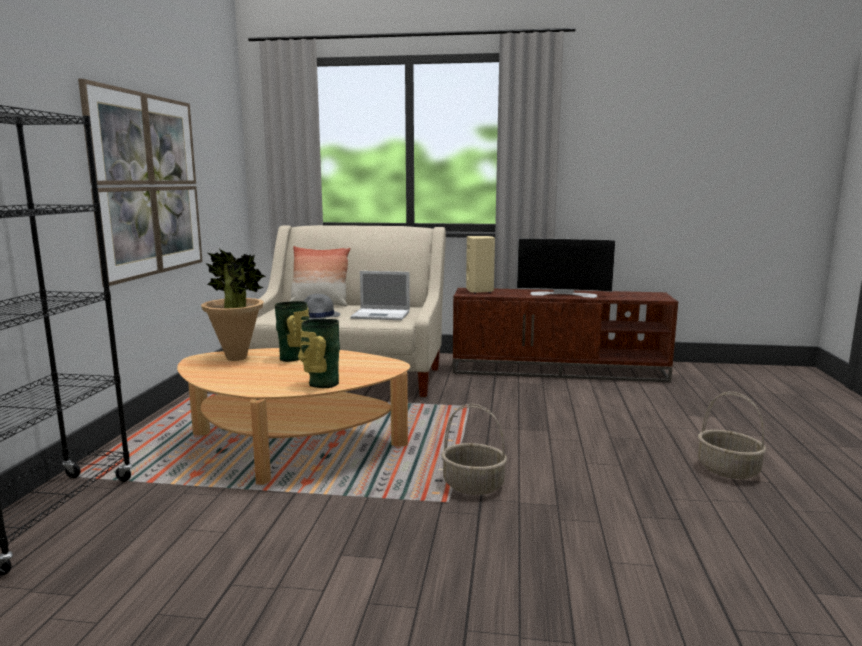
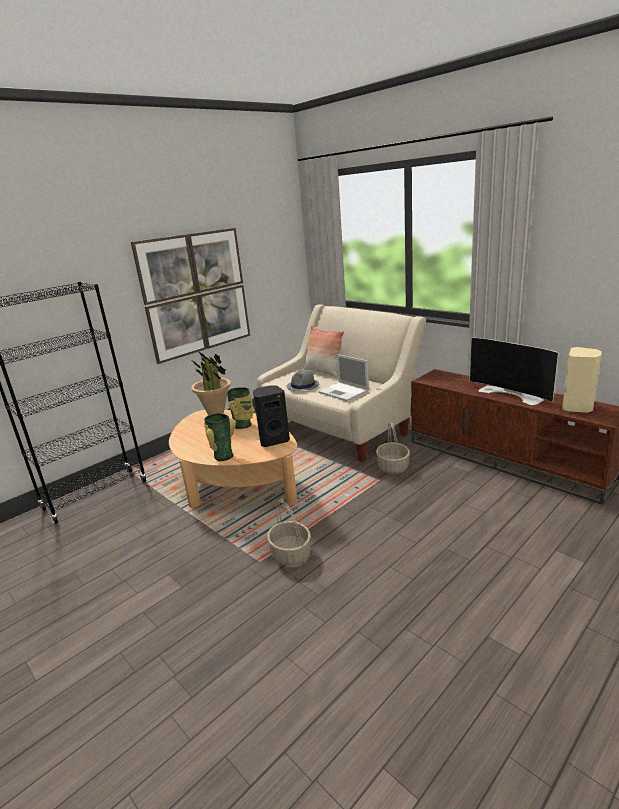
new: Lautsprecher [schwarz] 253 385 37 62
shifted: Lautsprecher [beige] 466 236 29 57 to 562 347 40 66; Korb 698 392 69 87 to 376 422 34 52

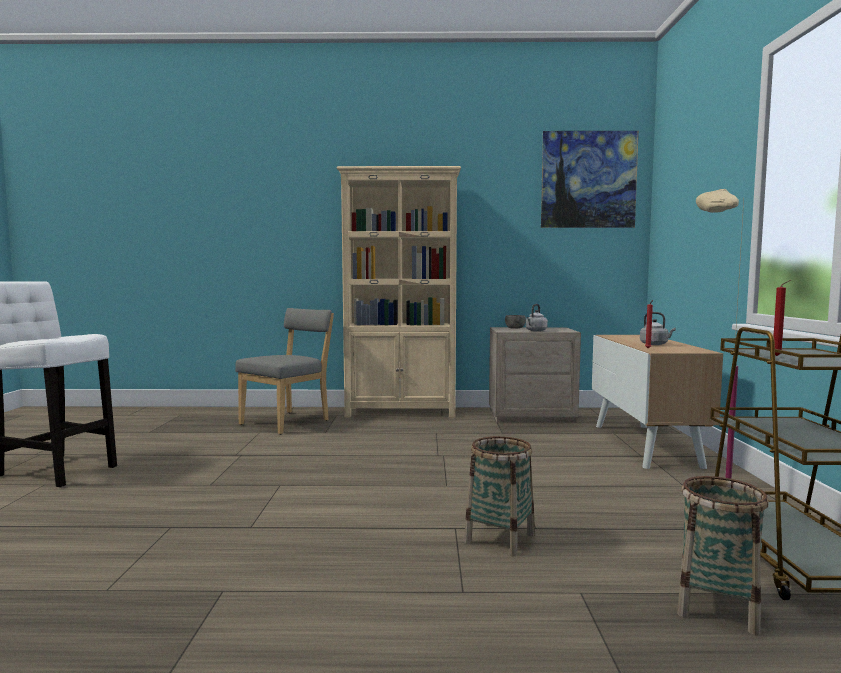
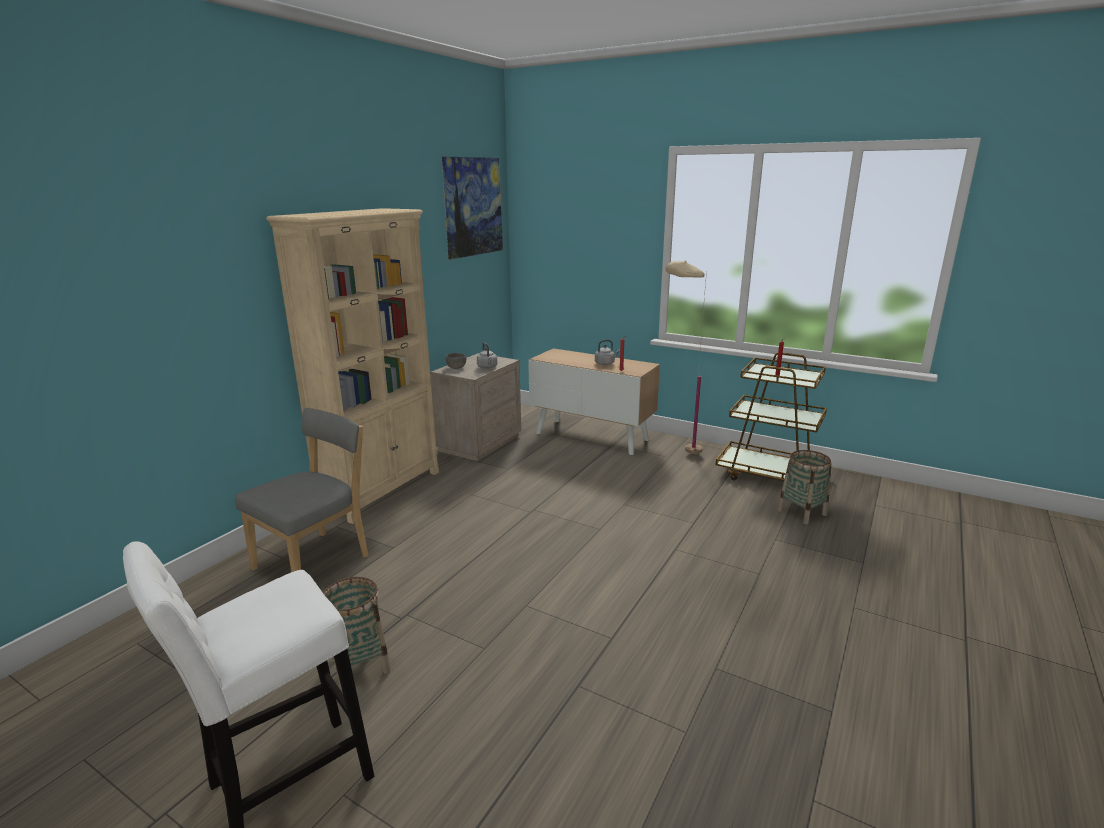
shifted: Korb 464 436 71 121 to 323 577 68 113
rotated: Stuhl [grau] 235 308 99 127 = 235 408 134 164 60 degrees clockwise

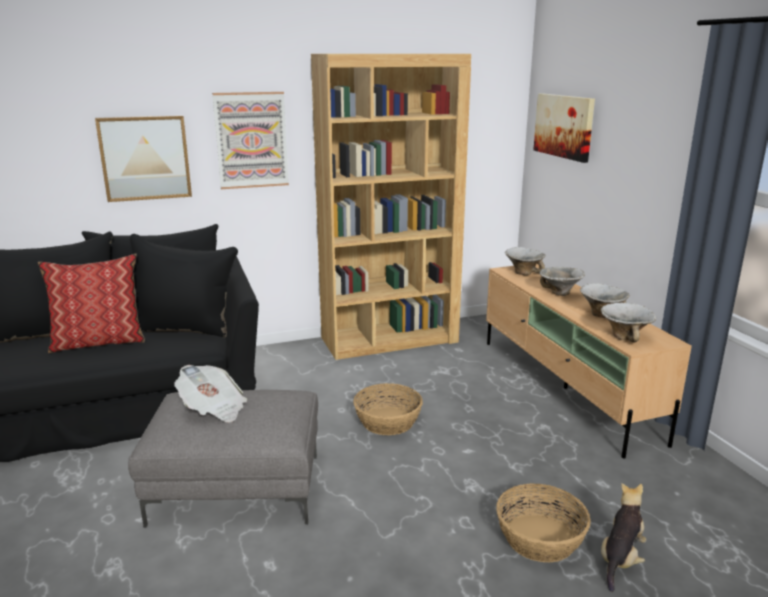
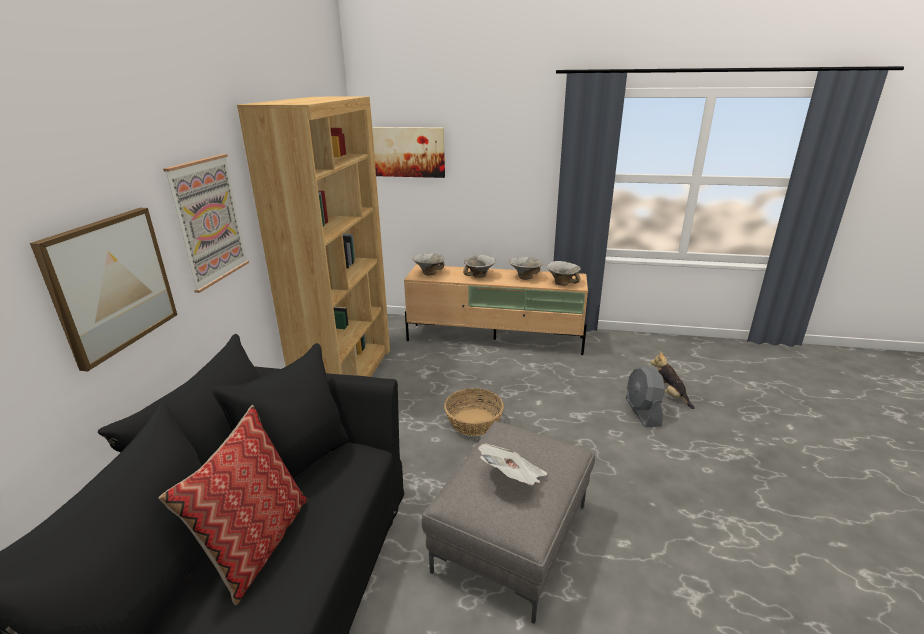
swapped: Korb 496 483 95 80 to Ventilator [grau] 626 366 39 61

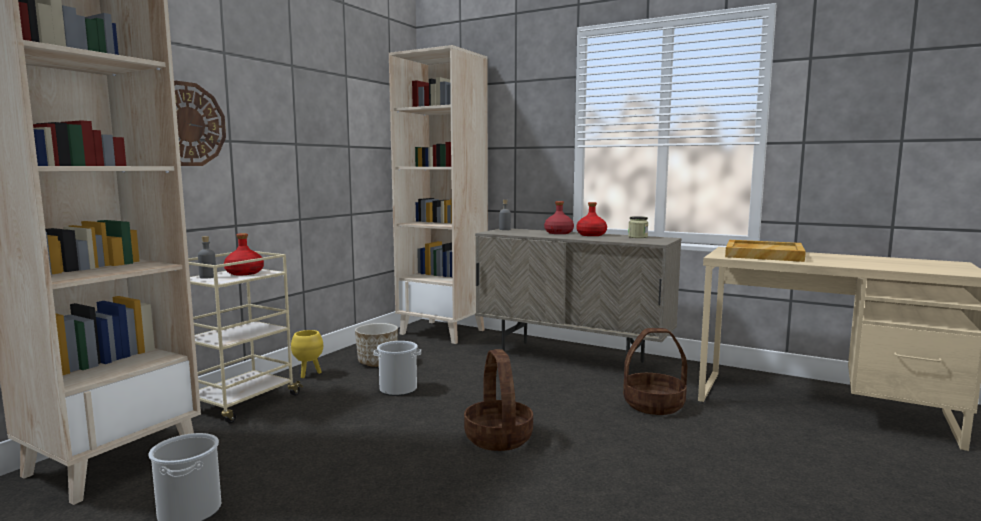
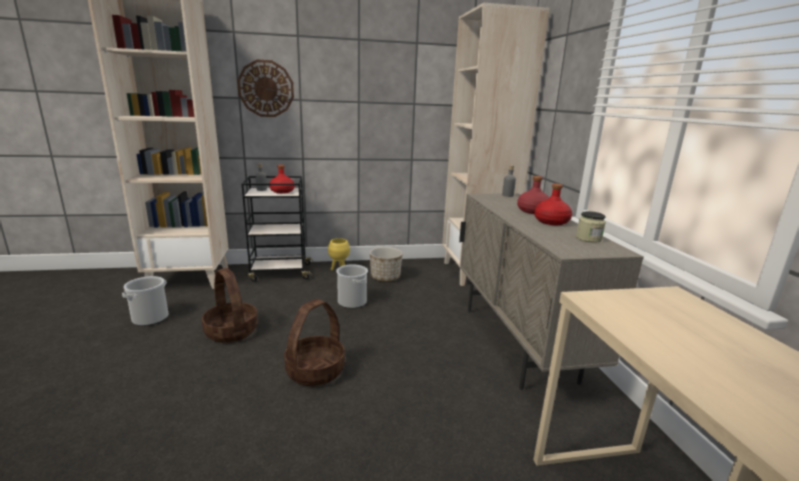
gone: Tablett [beige] 725 240 81 22
shifted: Korb 623 328 65 87 to 202 268 56 75
repainted: Rollwagen [beige] 188 251 115 172 to Rollwagen [schwarz] 242 176 71 105

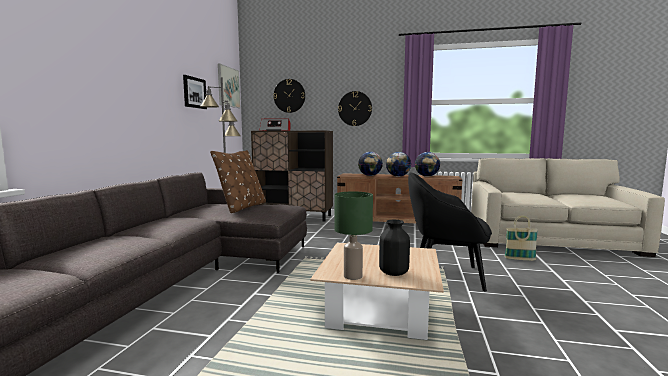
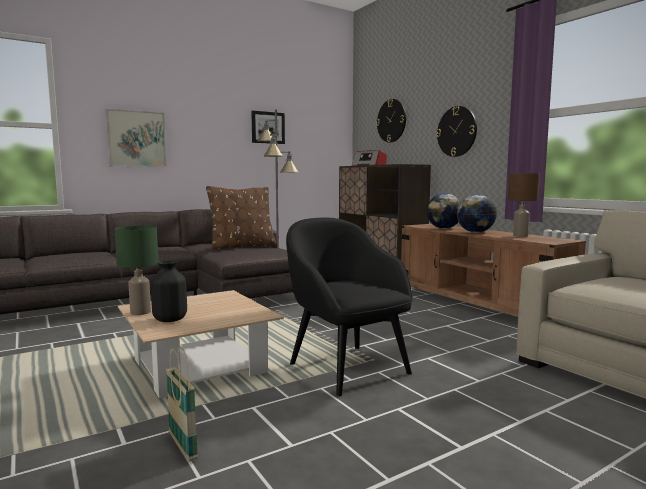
shifted: Bild 218 63 22 45 to 105 109 62 58; Korb 505 215 33 46 to 166 347 32 115
swapped: Globus 415 152 25 25 to Tischlampe [braun] 508 173 32 64

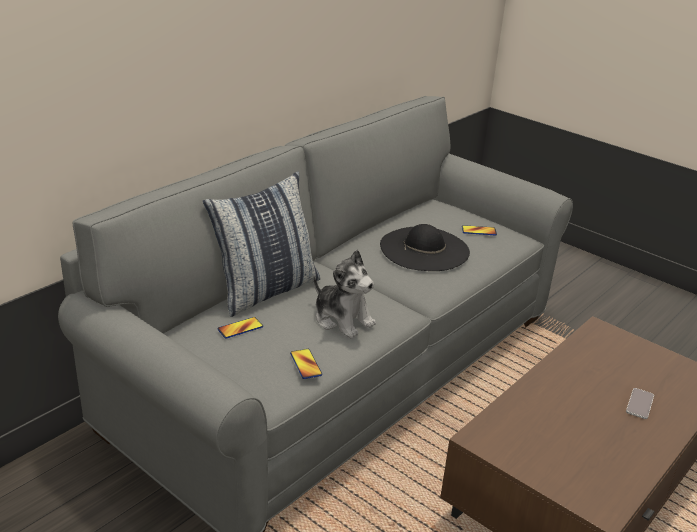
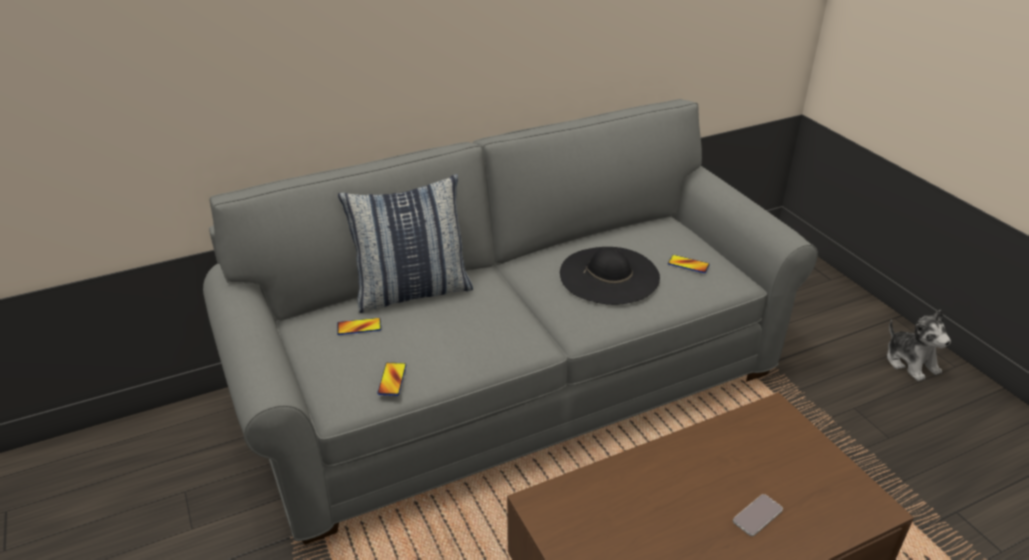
shifted: Plüschtier 313 250 63 88 to 887 310 64 71

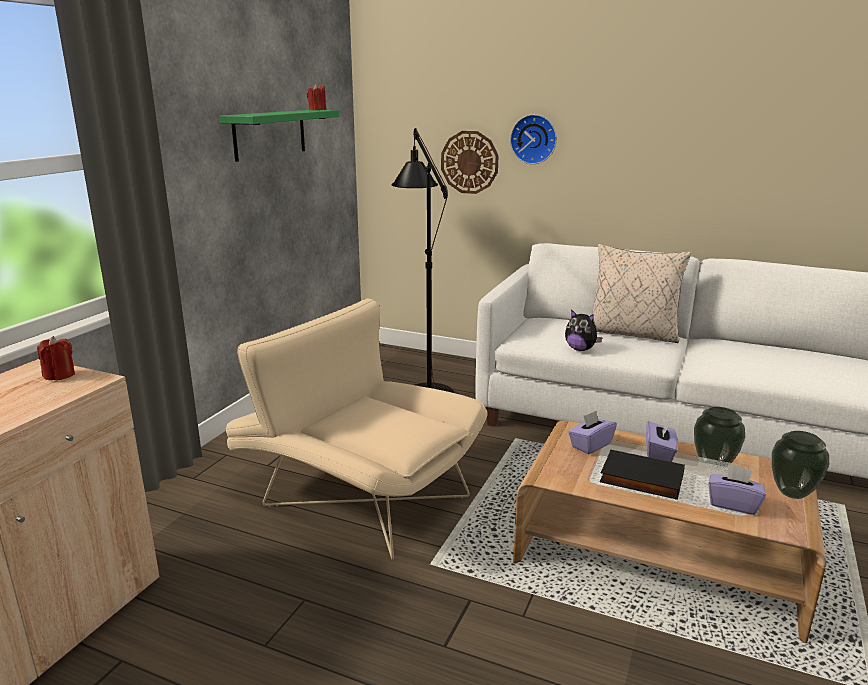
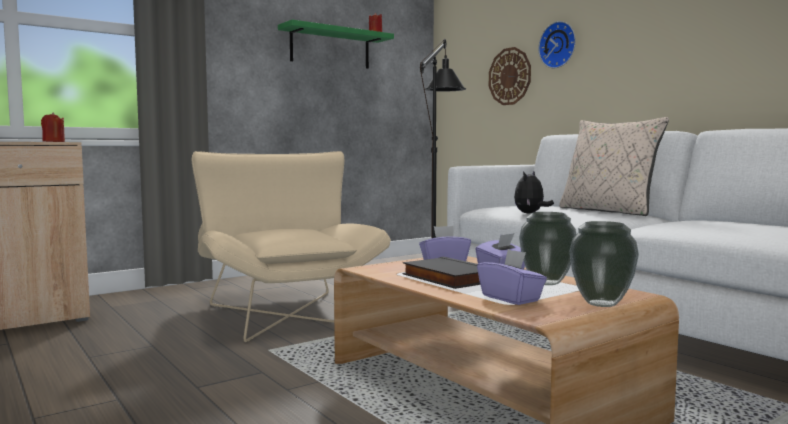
rotated: Plüschtier 565 309 38 42 = 514 172 40 42 60 degrees clockwise

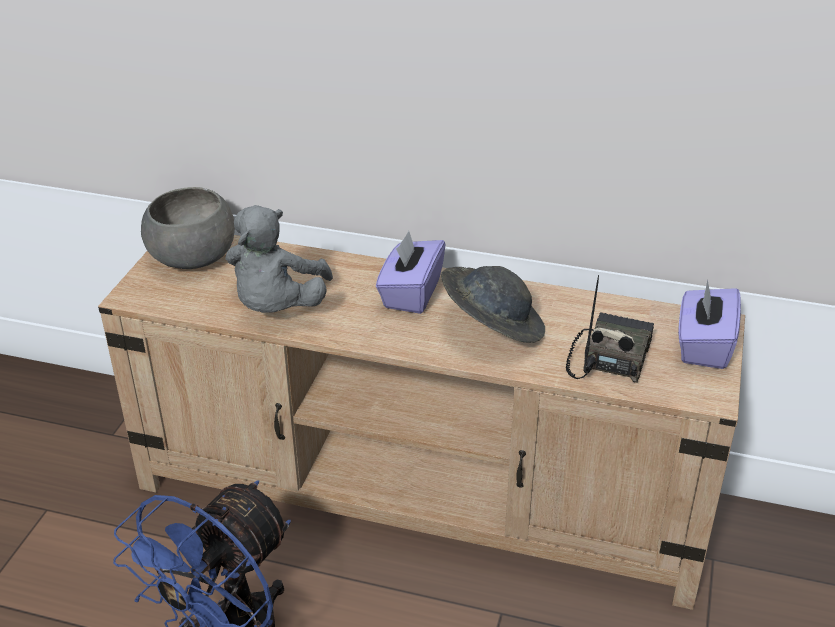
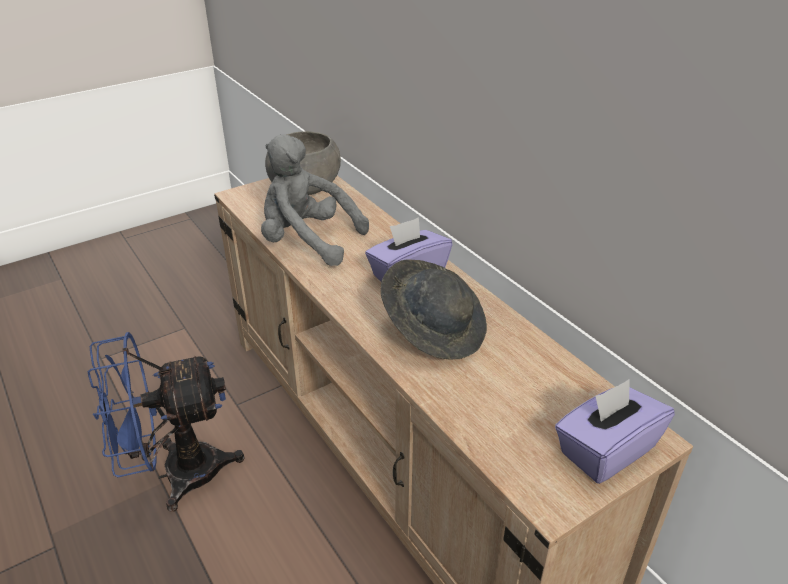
gone: Radio 566 275 88 108
rotated: Plüschtier [grau] 225 205 108 108 = 261 135 108 131 60 degrees clockwise

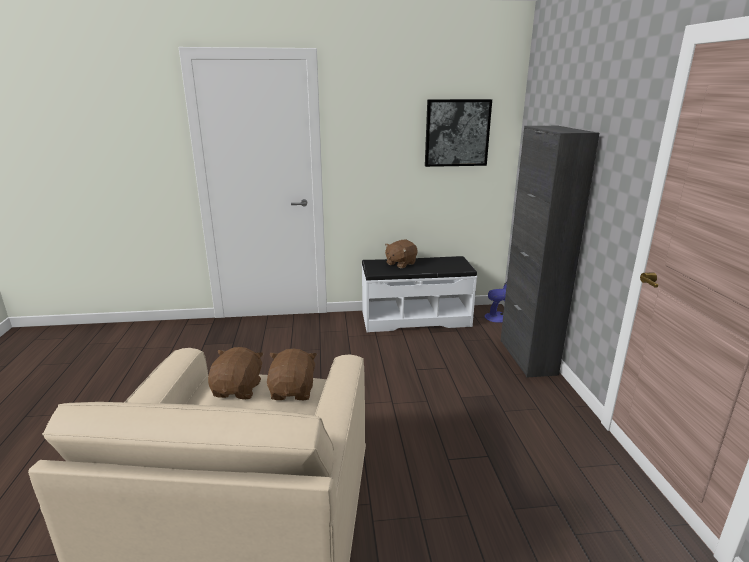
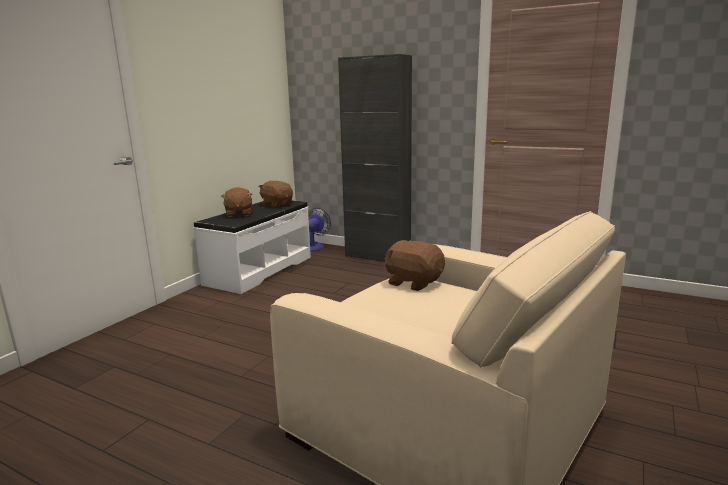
gone: Bild 425 99 67 68
shifted: Plüschtier [braun] 208 347 55 52 to 258 181 35 26

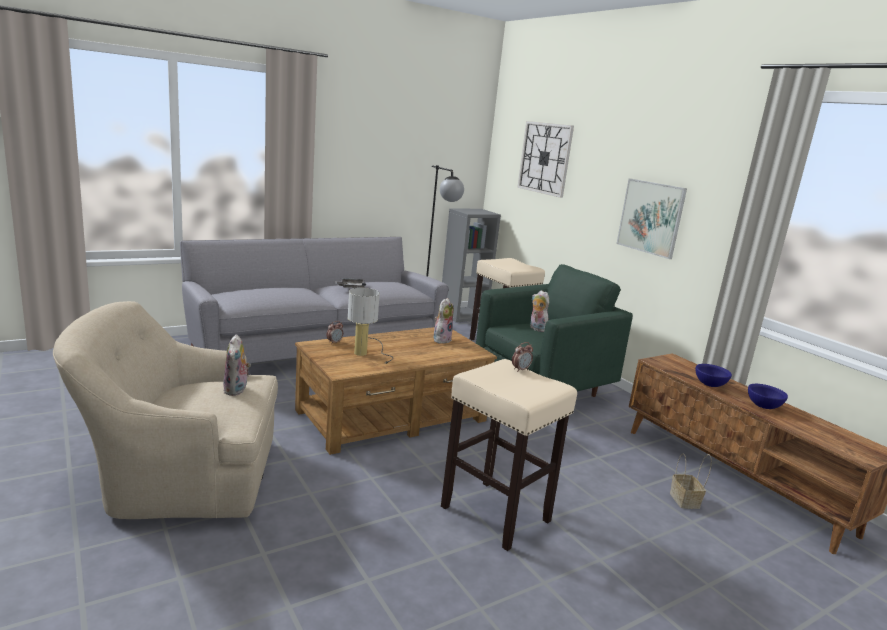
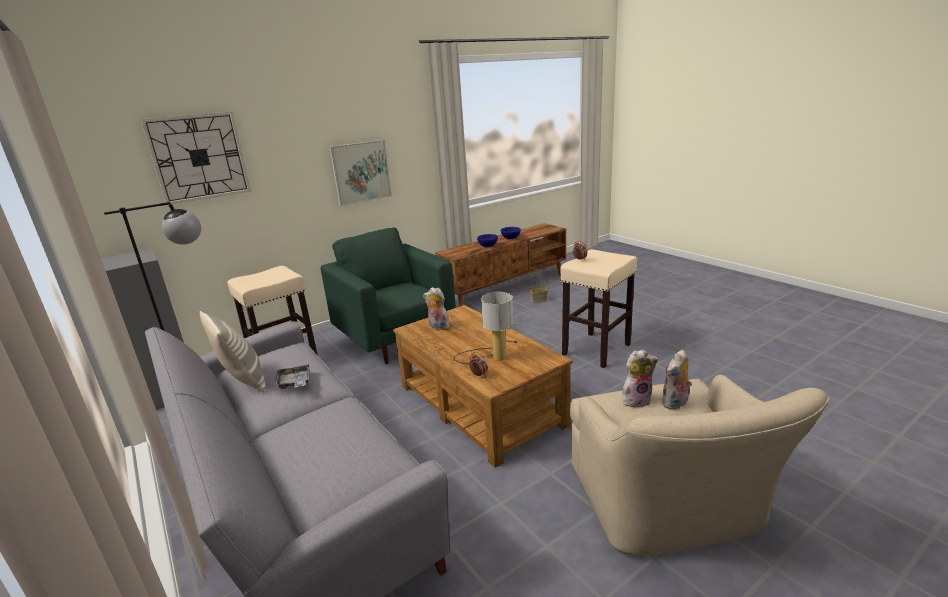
new: Kissen 200 311 66 81
shifted: Plüschtier 530 290 19 42 to 661 349 31 61

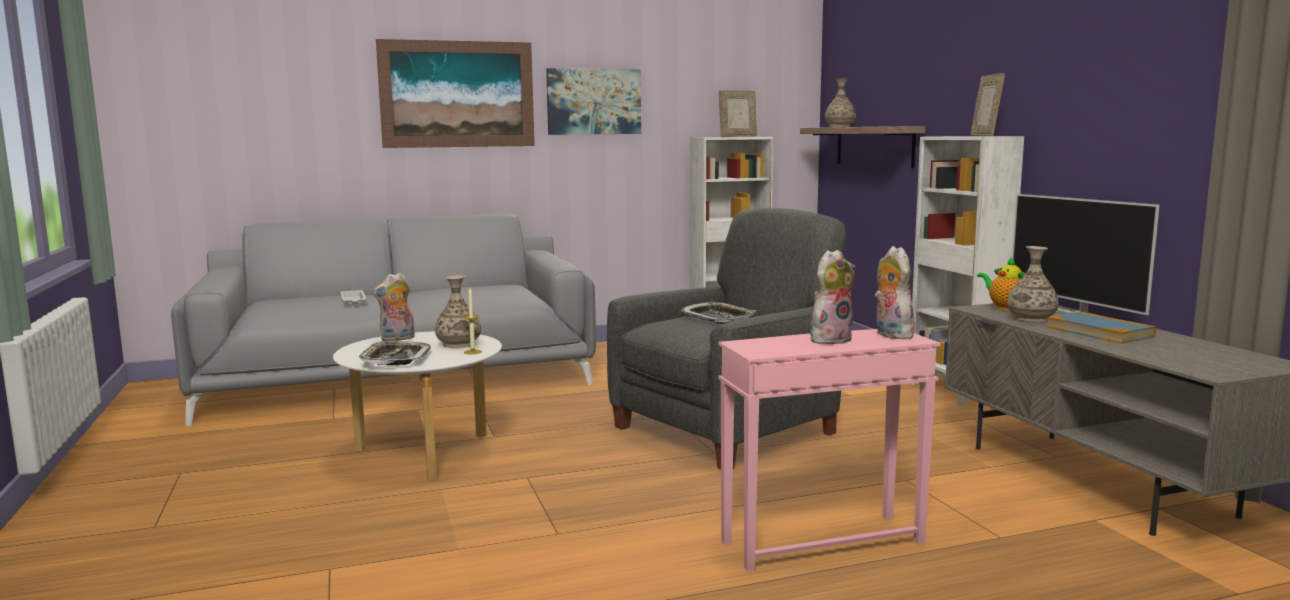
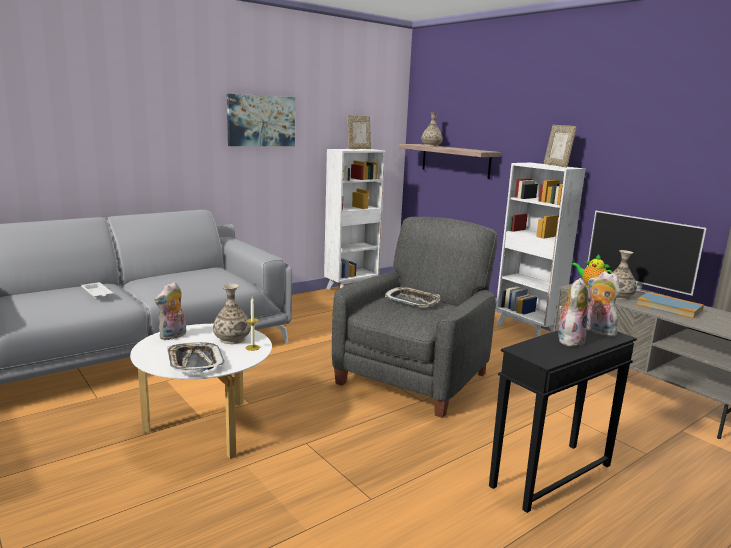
gone: Bild 376 39 159 109
repainted: Beistelltisch [rosa] 718 329 223 242 to Beistelltisch [schwarz] 489 329 148 184

